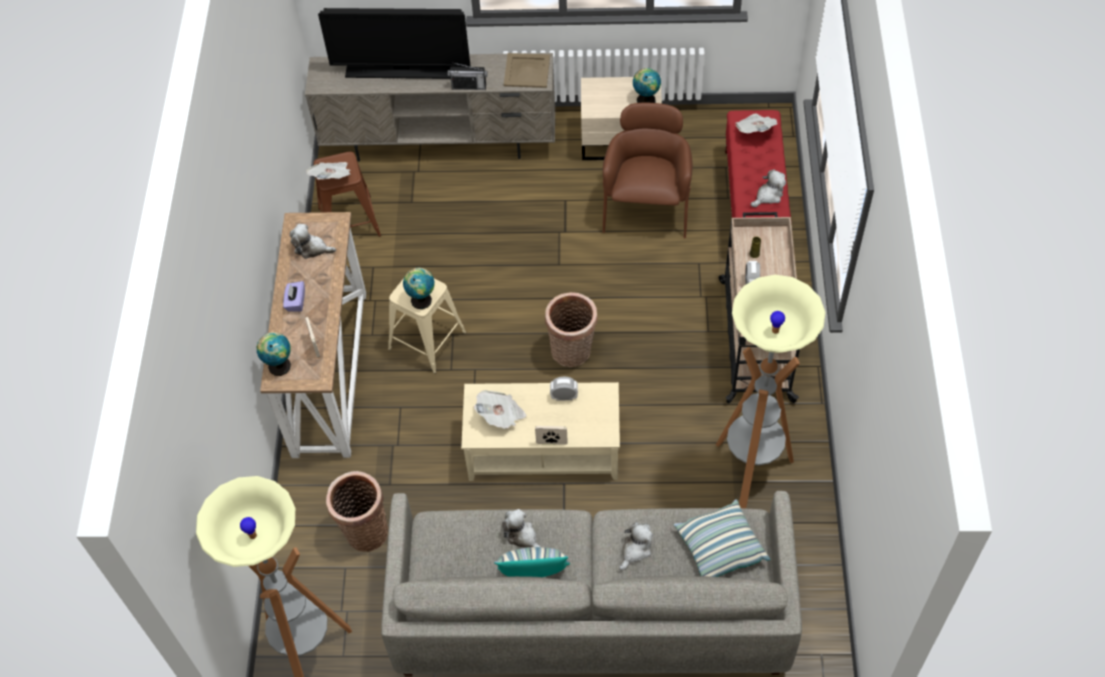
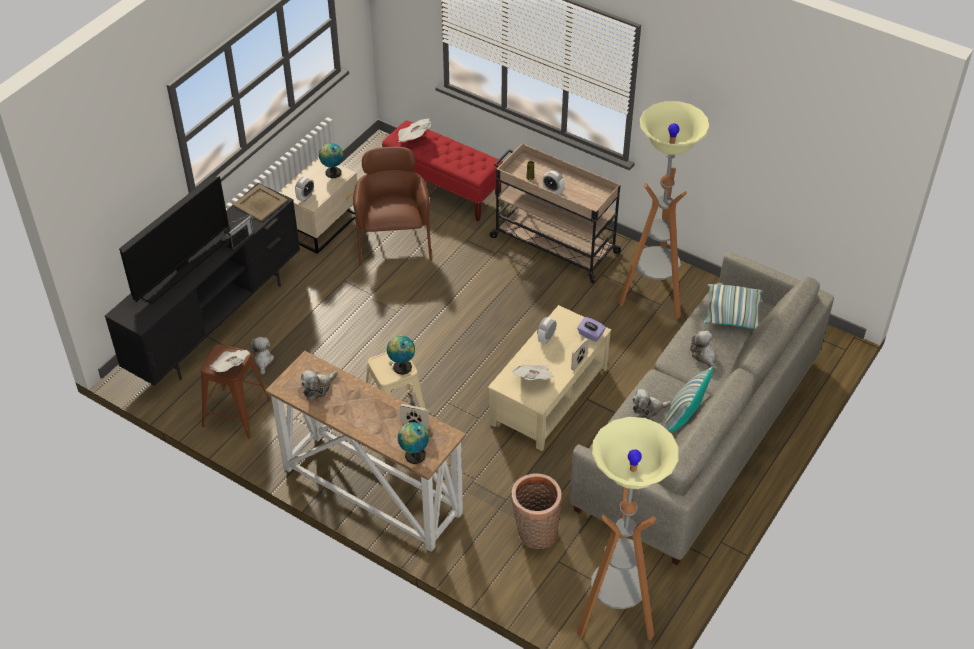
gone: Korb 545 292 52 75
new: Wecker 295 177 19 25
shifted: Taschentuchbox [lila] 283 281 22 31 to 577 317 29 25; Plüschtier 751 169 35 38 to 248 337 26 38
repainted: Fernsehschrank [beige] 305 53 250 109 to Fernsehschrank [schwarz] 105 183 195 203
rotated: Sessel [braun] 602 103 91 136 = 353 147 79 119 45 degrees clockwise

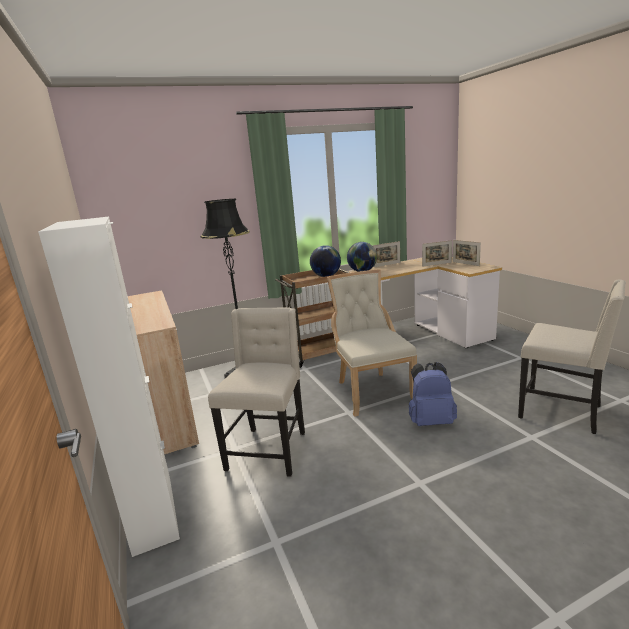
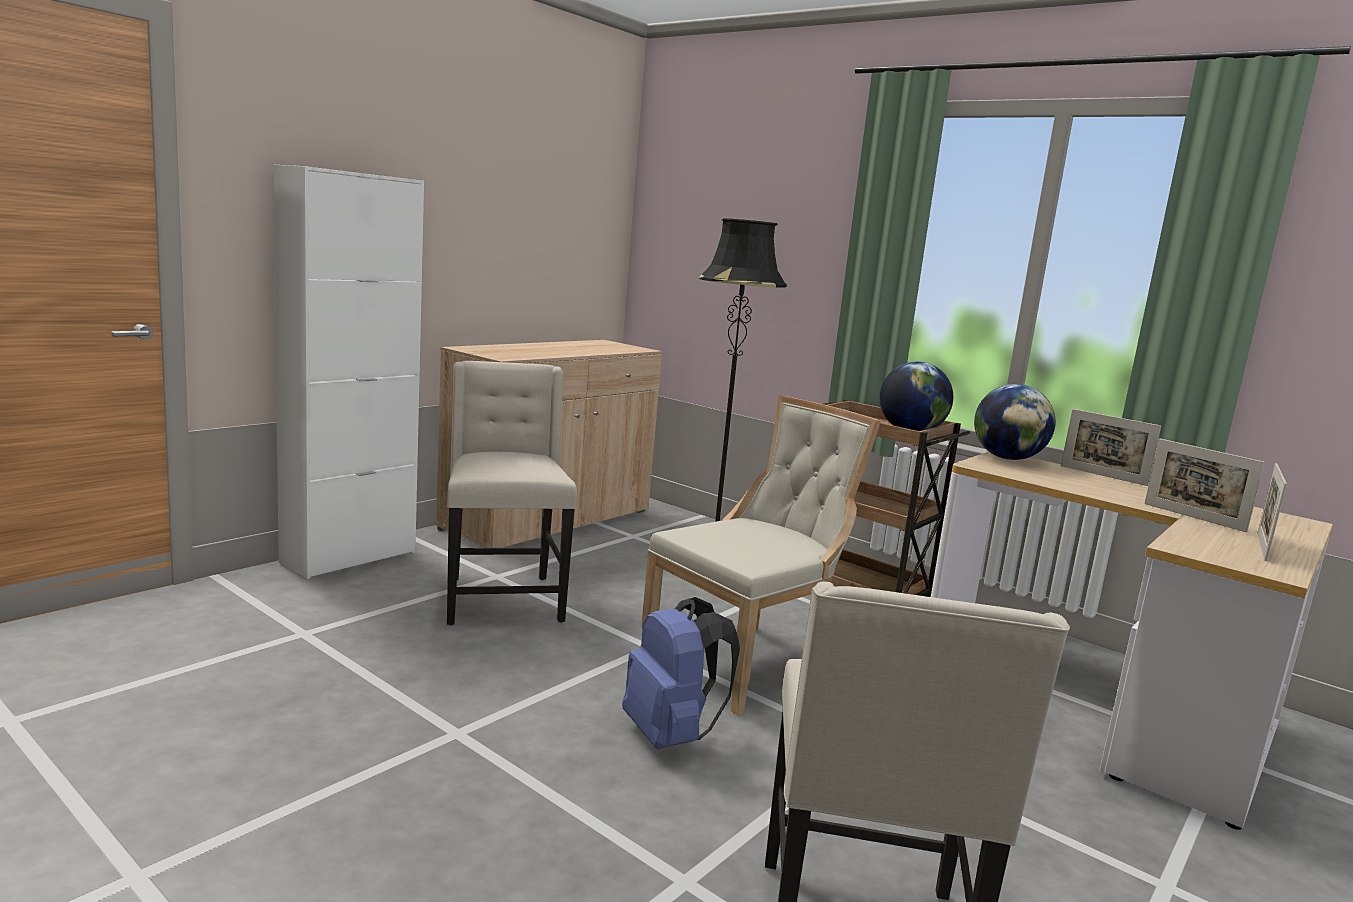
rotated: Stuhl [beige] 208 308 97 169 = 447 361 130 264 90 degrees counterclockwise

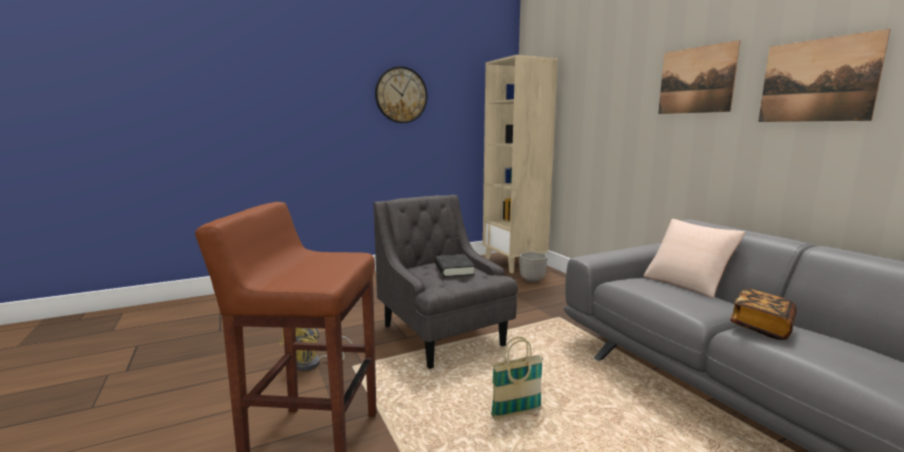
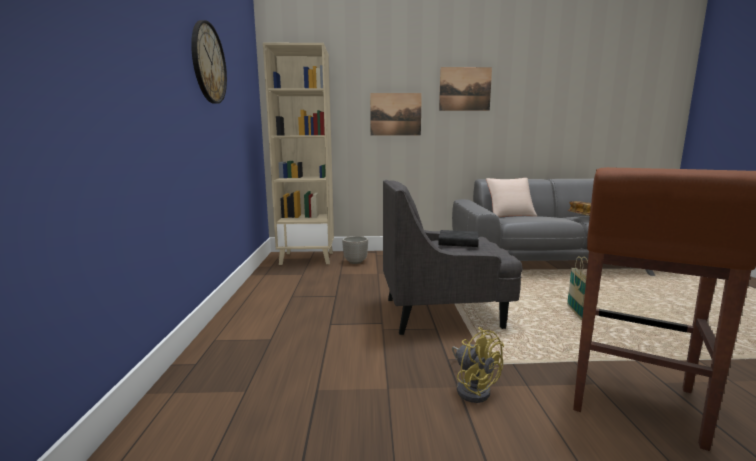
shifted: Bild 758 29 133 93 to 370 93 52 43

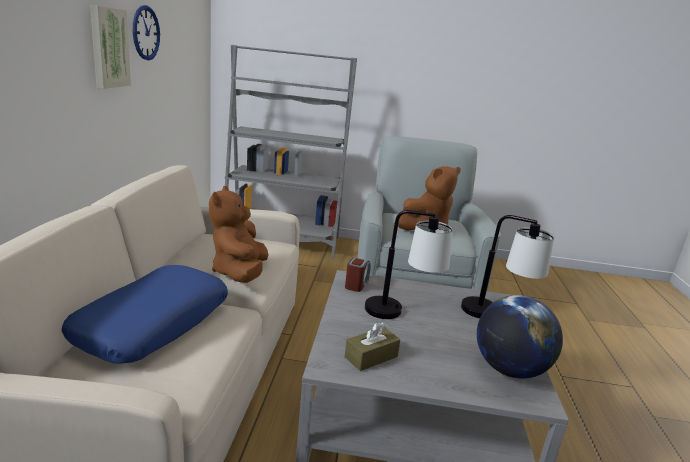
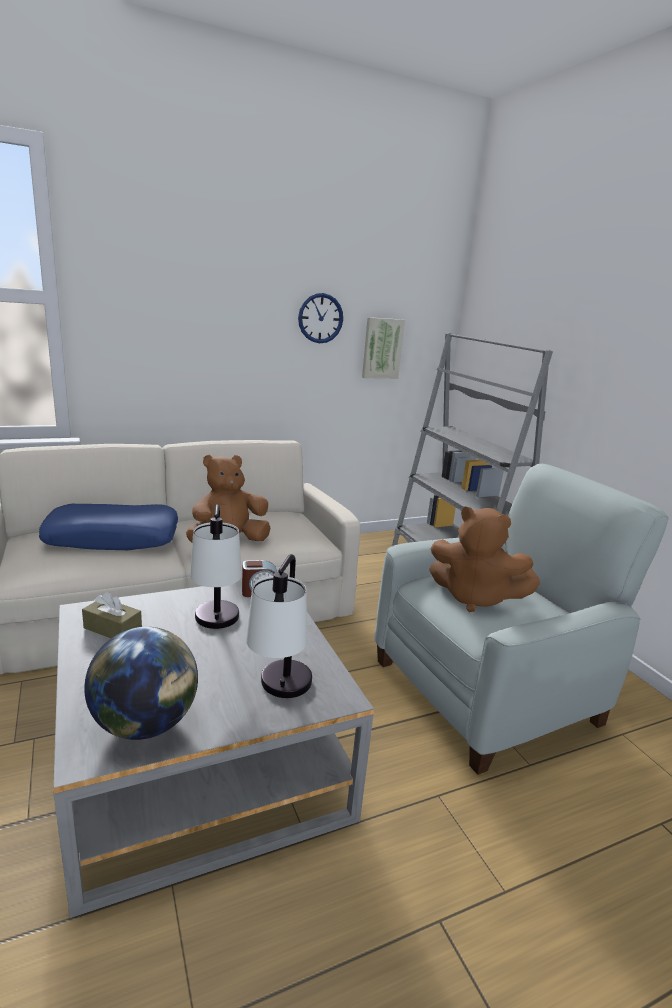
shifted: Bild 90 5 41 84 to 362 317 43 62

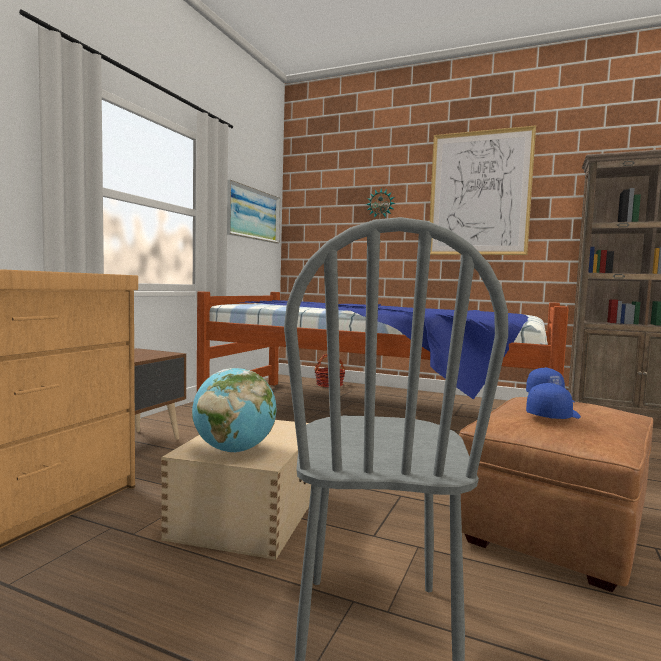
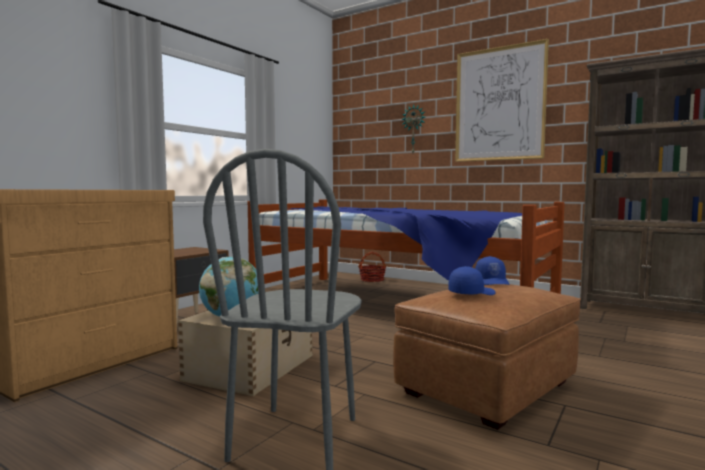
gone: Bild 227 179 53 65

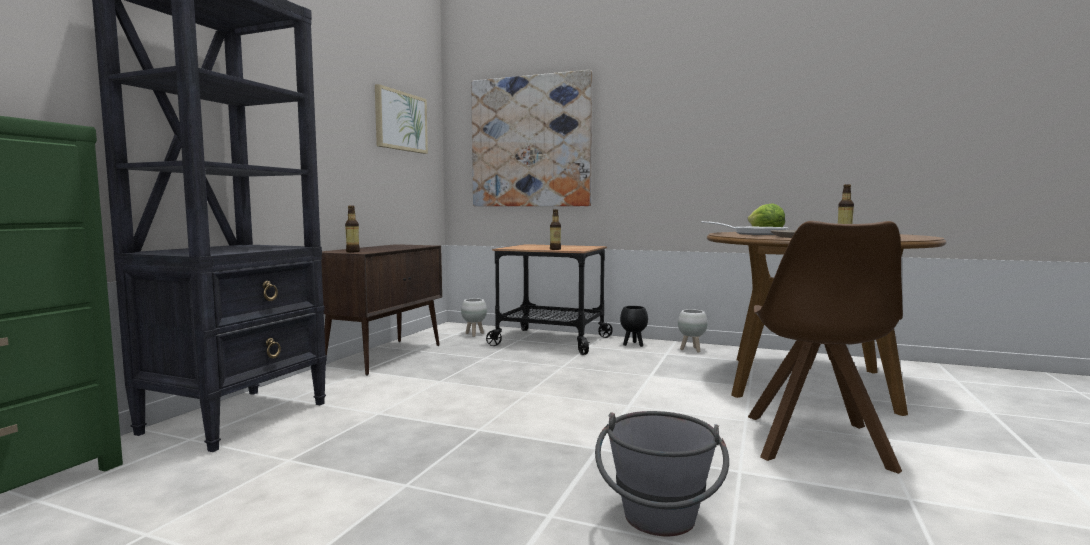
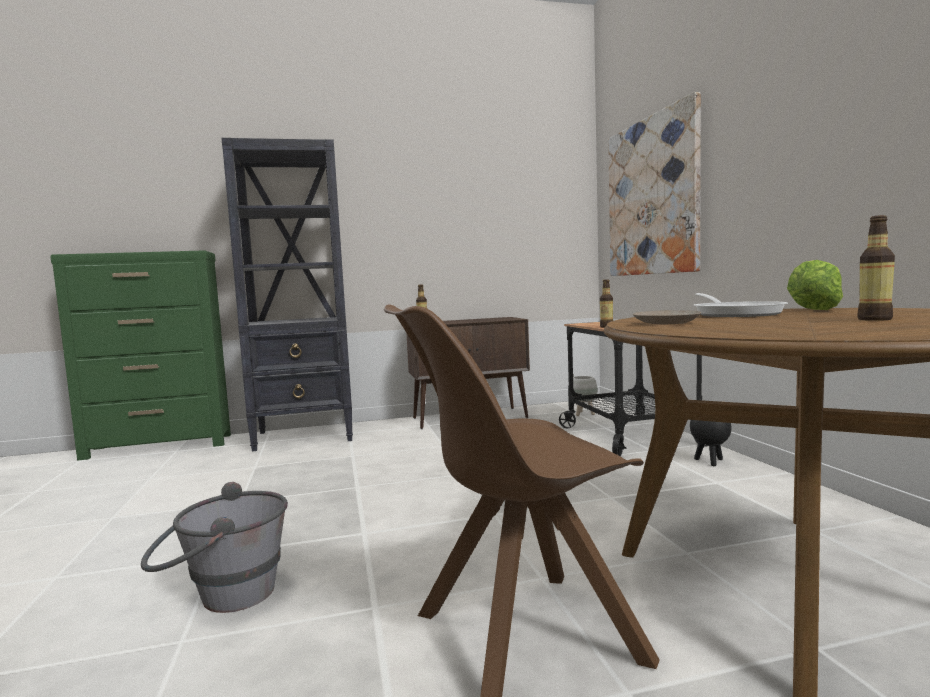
gone: Bild 375 84 53 70; Pflanzkübel [weiß] 678 309 30 44

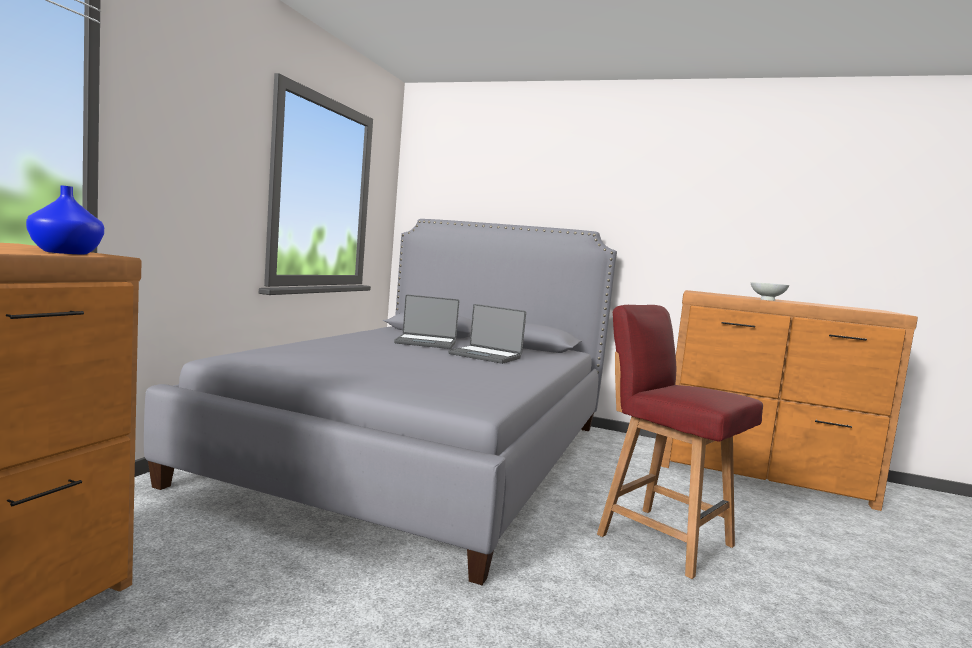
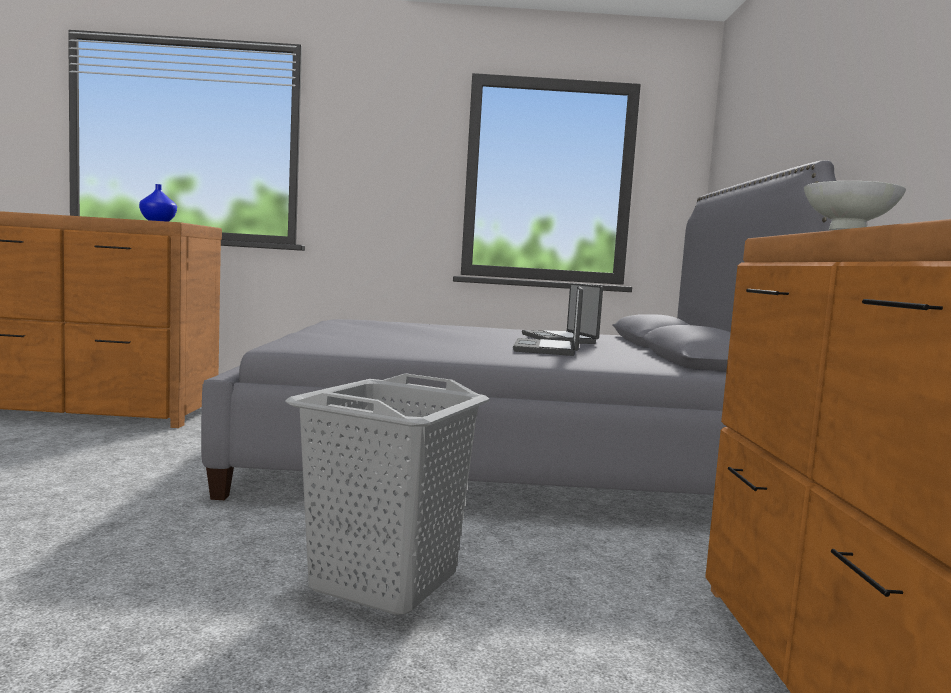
swapped: Stuhl [rot] 597 305 166 274 to Wäschekorb [grau] 285 373 204 242

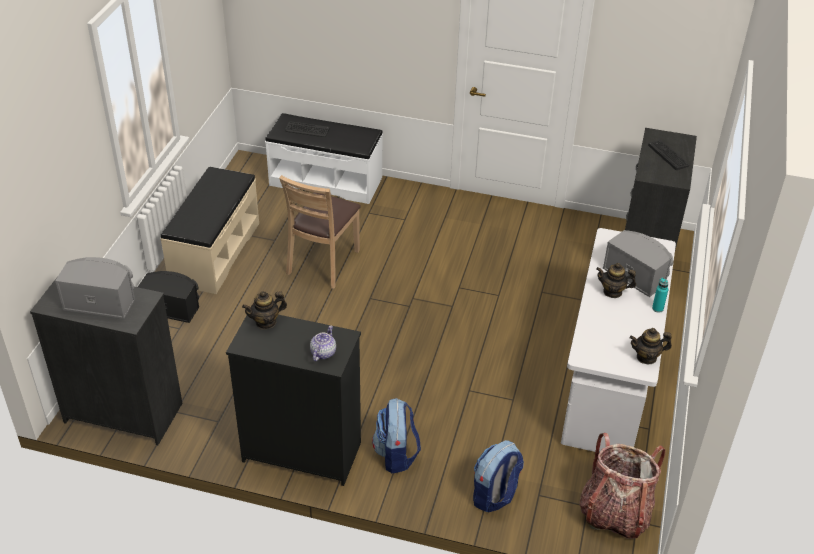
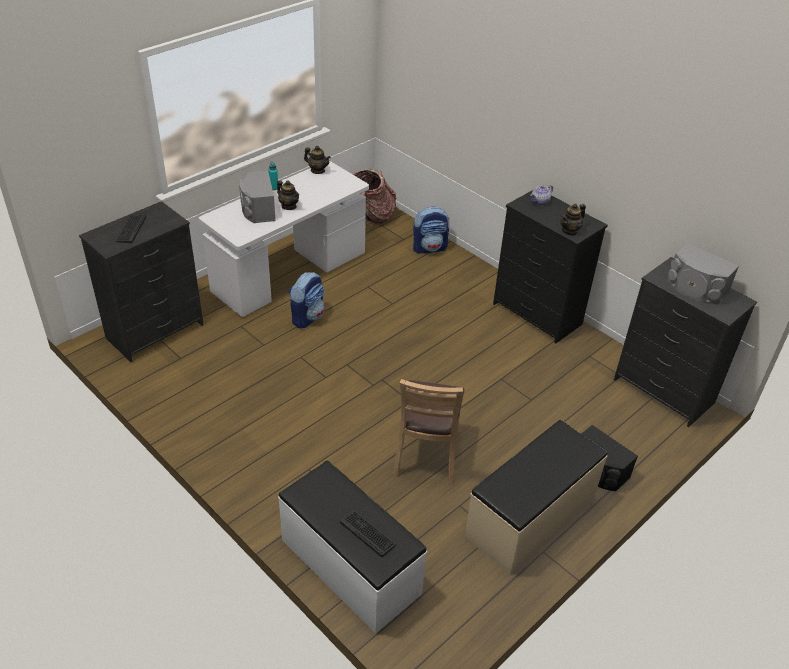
shifted: Rucksack 372 398 49 75 to 289 272 36 57
rotated: Teekanne 242 291 45 38 = 560 203 26 33 135 degrees clockwise; Stuhl [braun] 279 175 82 114 = 393 379 71 105 135 degrees clockwise

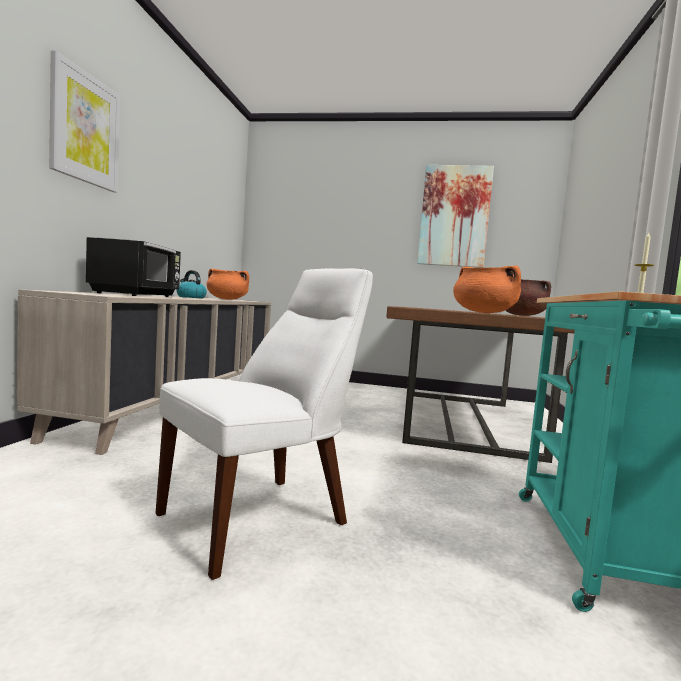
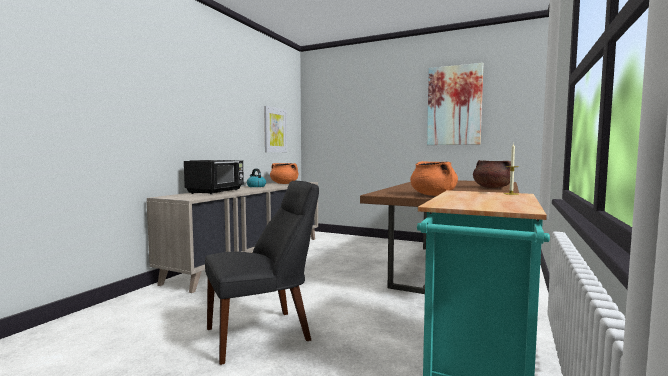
shifted: Bild 49 50 71 143 to 264 106 23 46
repainted: Stuhl [weiß] 156 268 217 312 to Stuhl [schwarz] 205 181 114 184

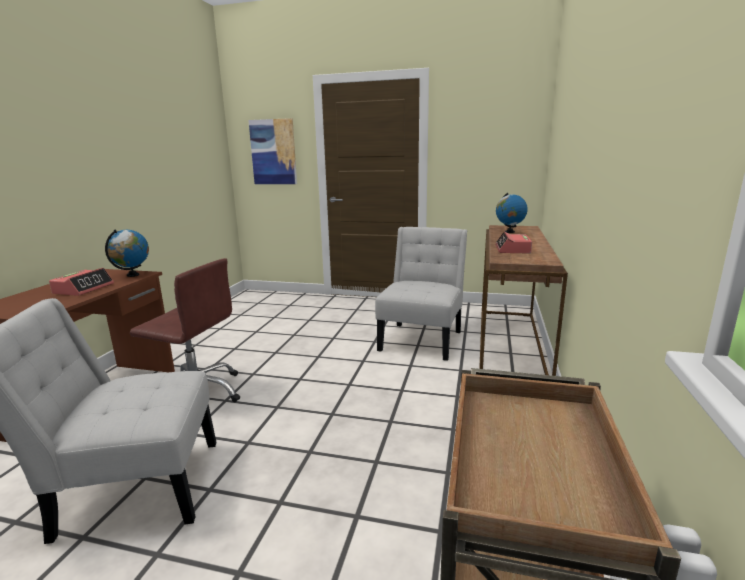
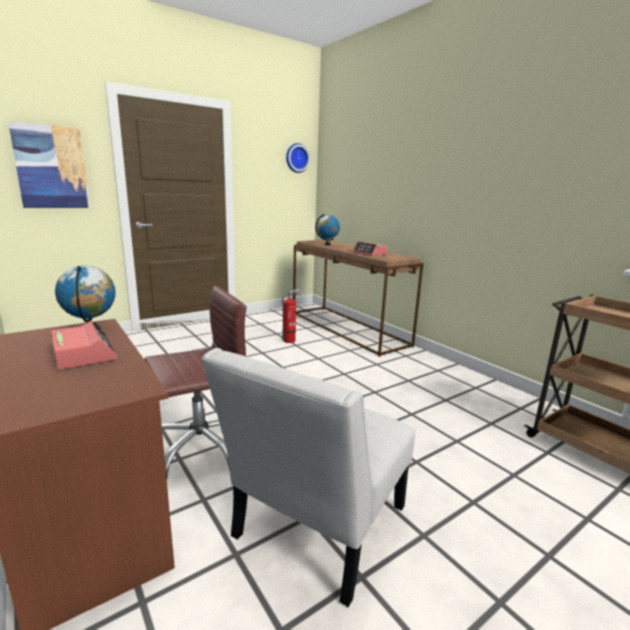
new: Wanduhr 286 143 24 30
swapped: Stuhl [weiß] 375 227 92 134 to Feuerlöscher 282 288 18 55

